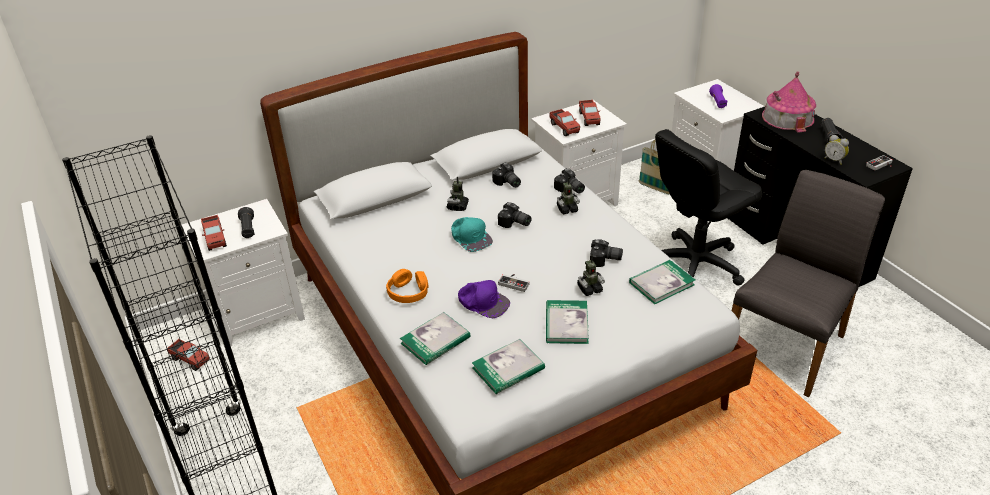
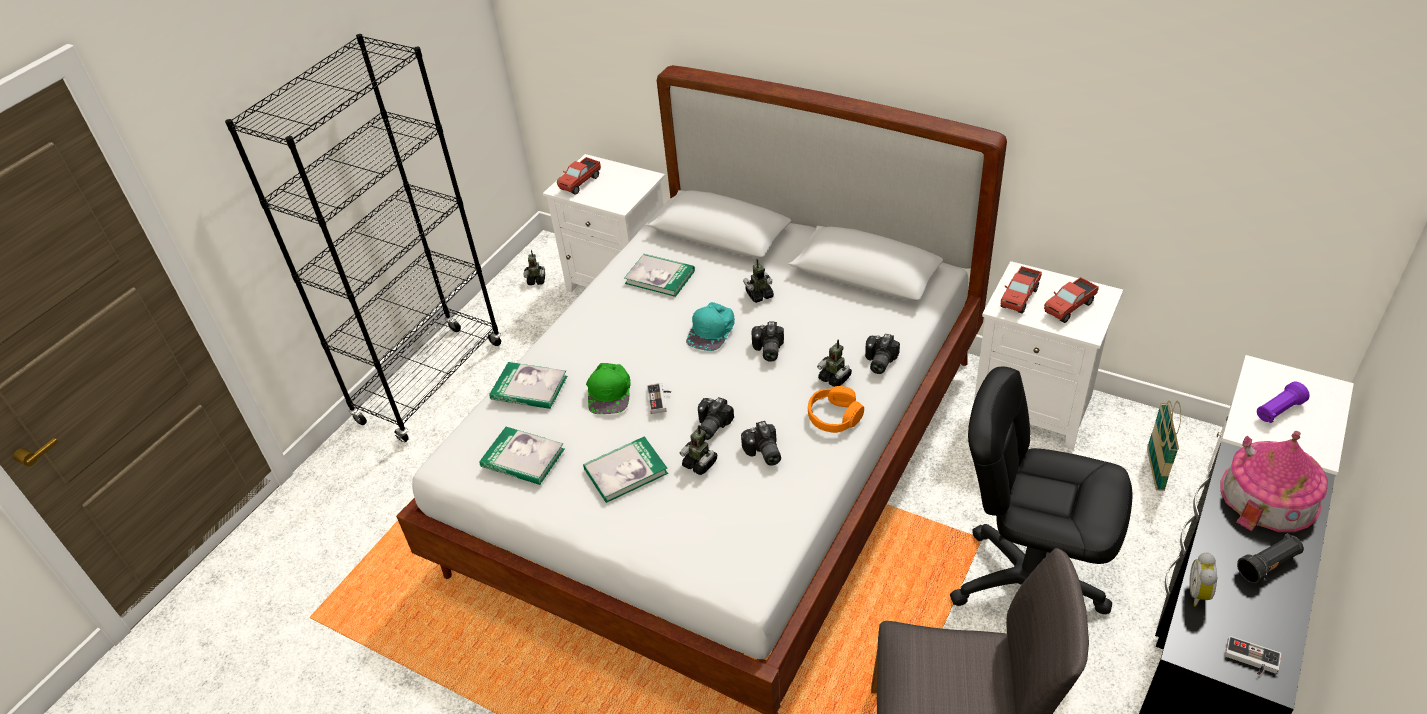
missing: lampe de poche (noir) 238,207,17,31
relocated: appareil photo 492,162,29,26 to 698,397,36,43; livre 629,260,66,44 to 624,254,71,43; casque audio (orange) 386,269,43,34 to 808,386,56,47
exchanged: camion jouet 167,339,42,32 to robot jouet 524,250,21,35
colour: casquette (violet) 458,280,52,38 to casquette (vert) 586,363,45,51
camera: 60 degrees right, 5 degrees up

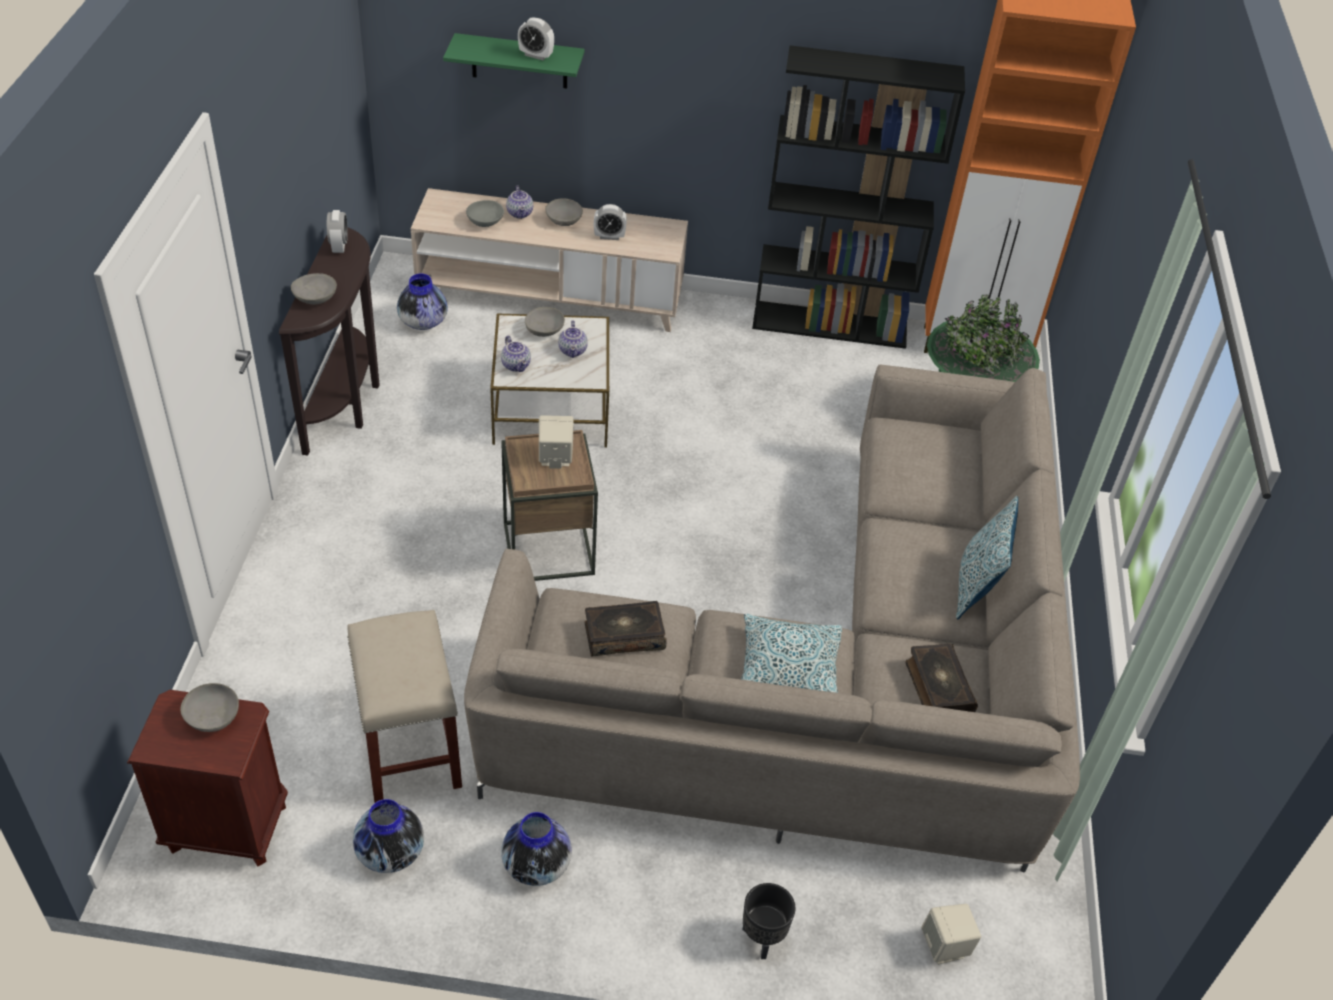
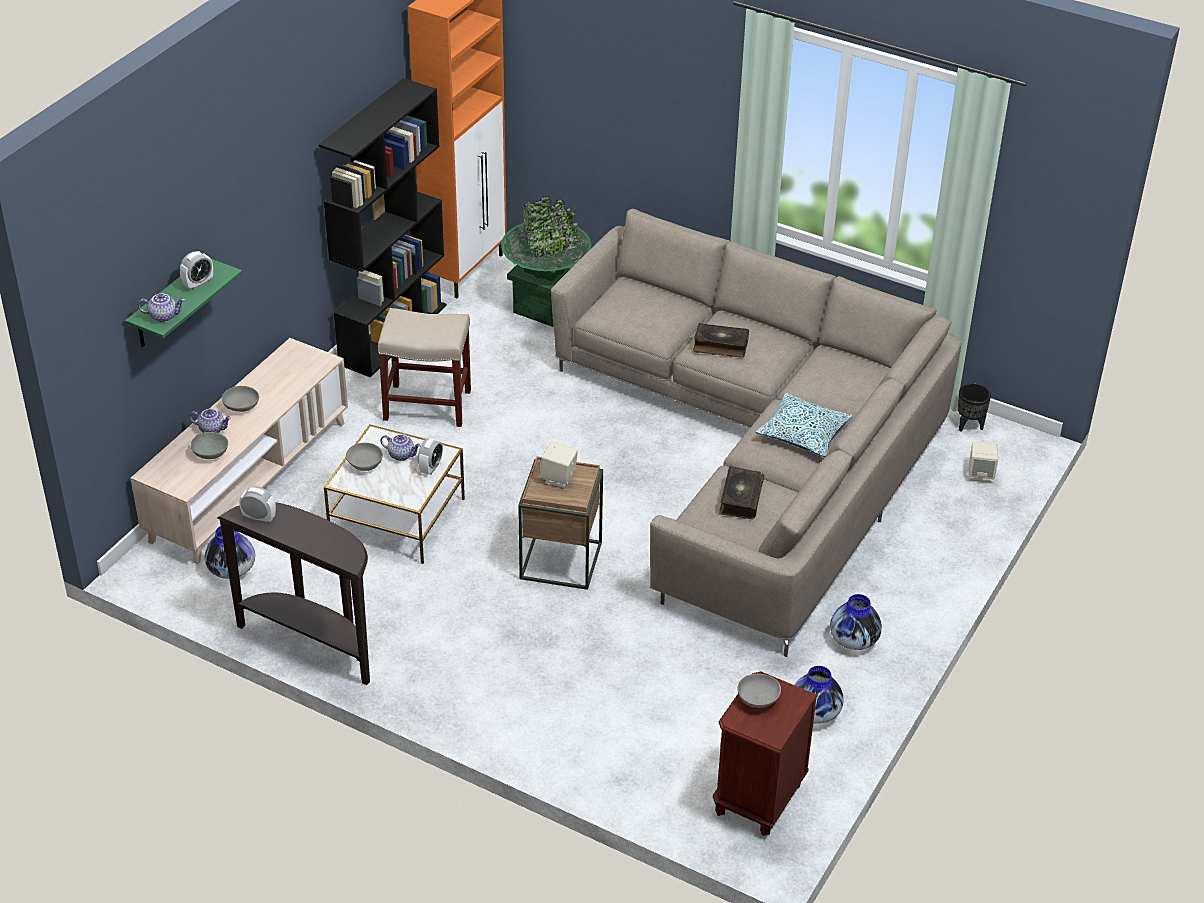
missing: bol (gris) 291,273,46,31; coussin 956,496,62,123
relocated: réveil 594,204,33,36 to 418,438,25,37; théière 501,336,30,36 to 138,293,47,29; tabouret (beige) 347,610,115,193 to 378,308,93,119; livre 905,644,73,68 to 693,323,56,35; cache-pot (noir) 743,883,52,76 to 957,383,34,49
camera: 65 degrees left, 5 degrees down

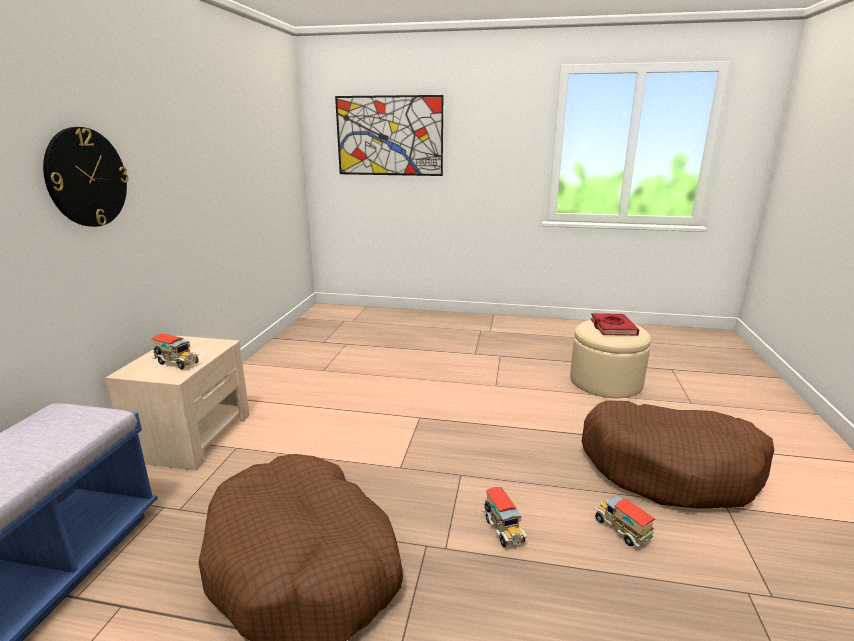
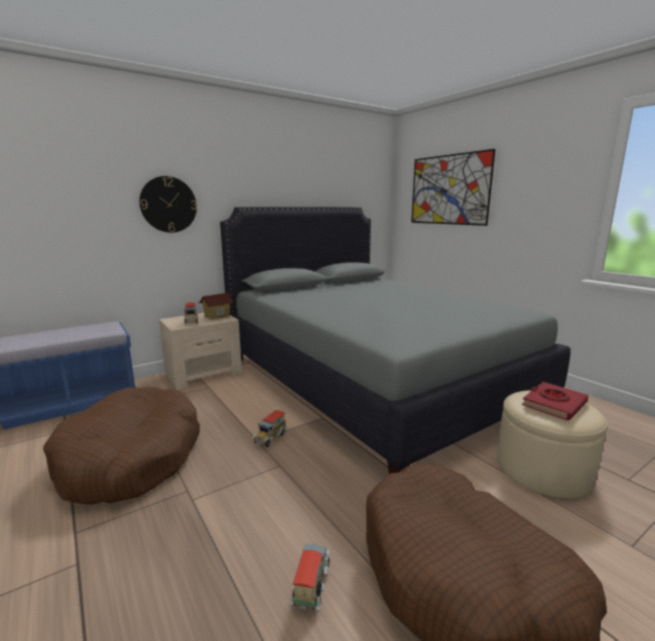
appeared: lit (gris) 220,207,350,267; maison miniature 198,293,36,26
relocated: camion jouet 482,487,45,61 to 252,410,35,37
camera: 45 degrees right, 5 degrees down

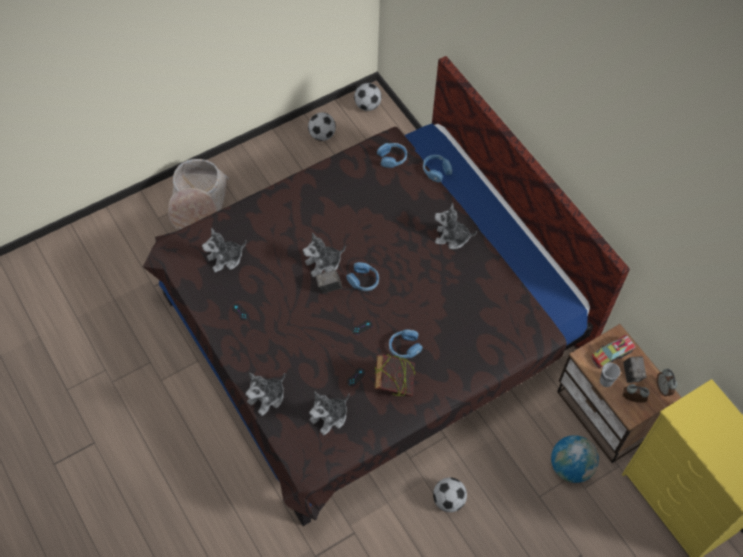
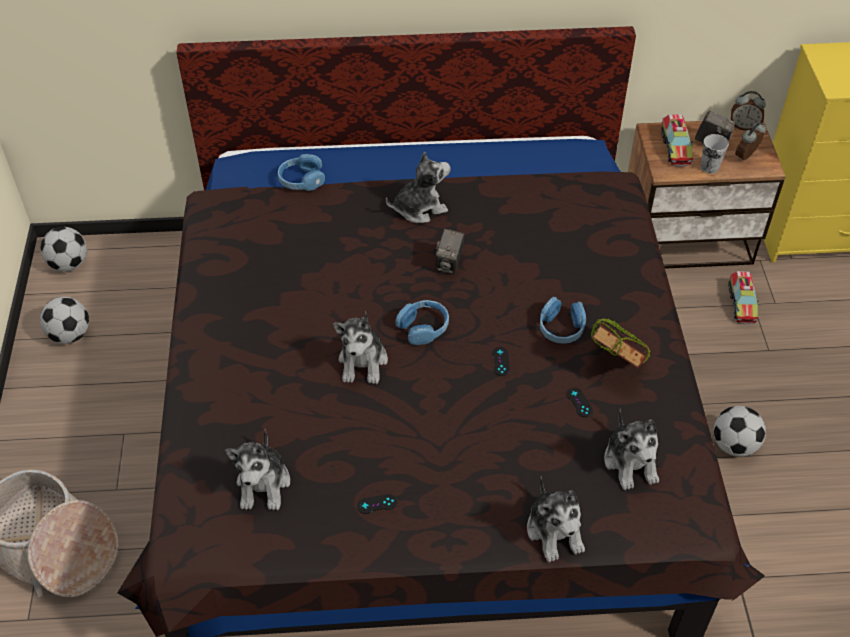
missing: casque audio (bleu) 377,143,30,25
relocated: appareil photo 316,270,26,24 to 435,229,29,45
exchanged: globe 551,435,48,48 to camion jouet 728,271,31,54
spun: peluche 435,203,42,46 = 386,152,64,71 150 degrees counterclockwise
camera: 60 degrees left, 10 degrees down

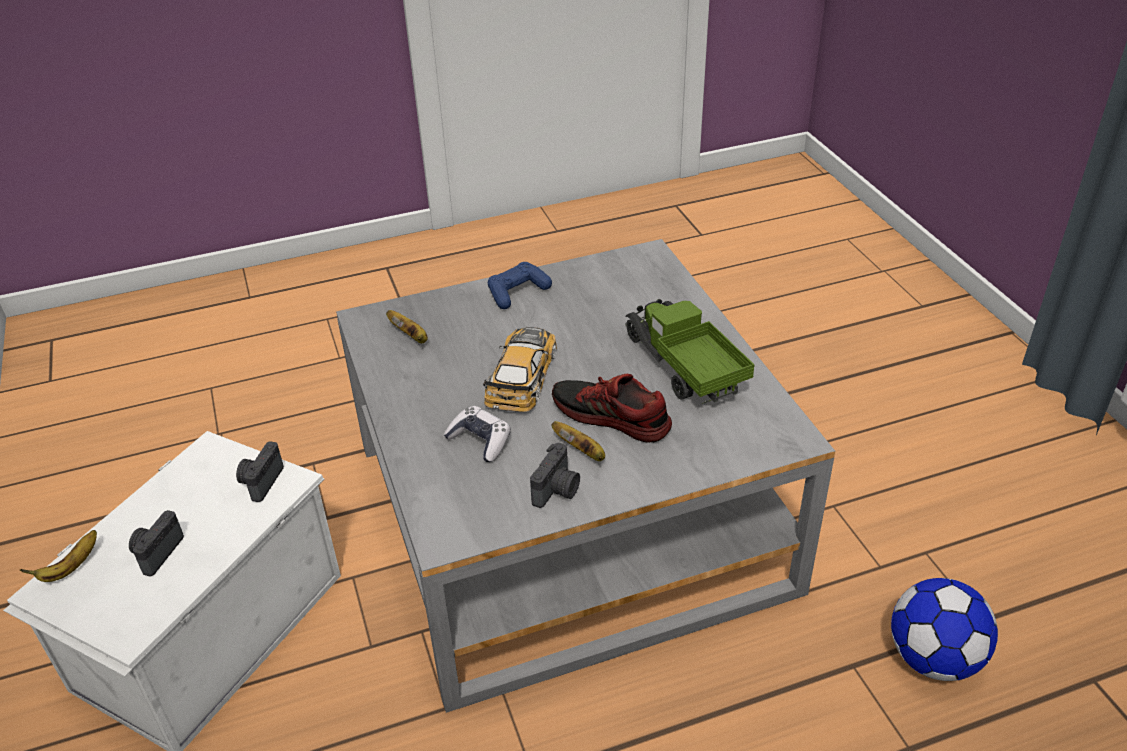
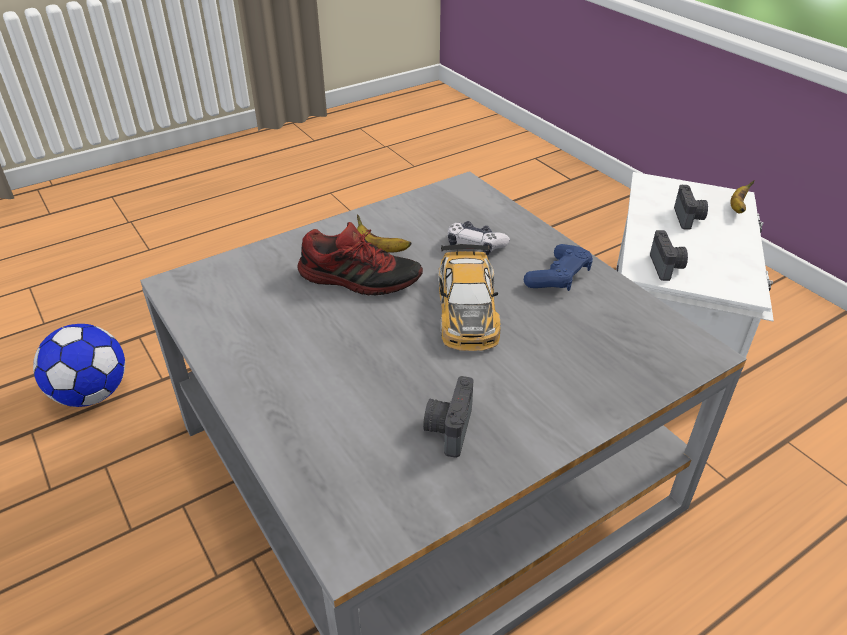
missing: camion jouet 625,299,130,105; banane 386,310,42,33
relocated: manette (bleu) 488,262,64,47 to 524,244,69,47; appareil photo 530,443,50,65 to 423,376,51,82
camera: 165 degrees right, 0 degrees up

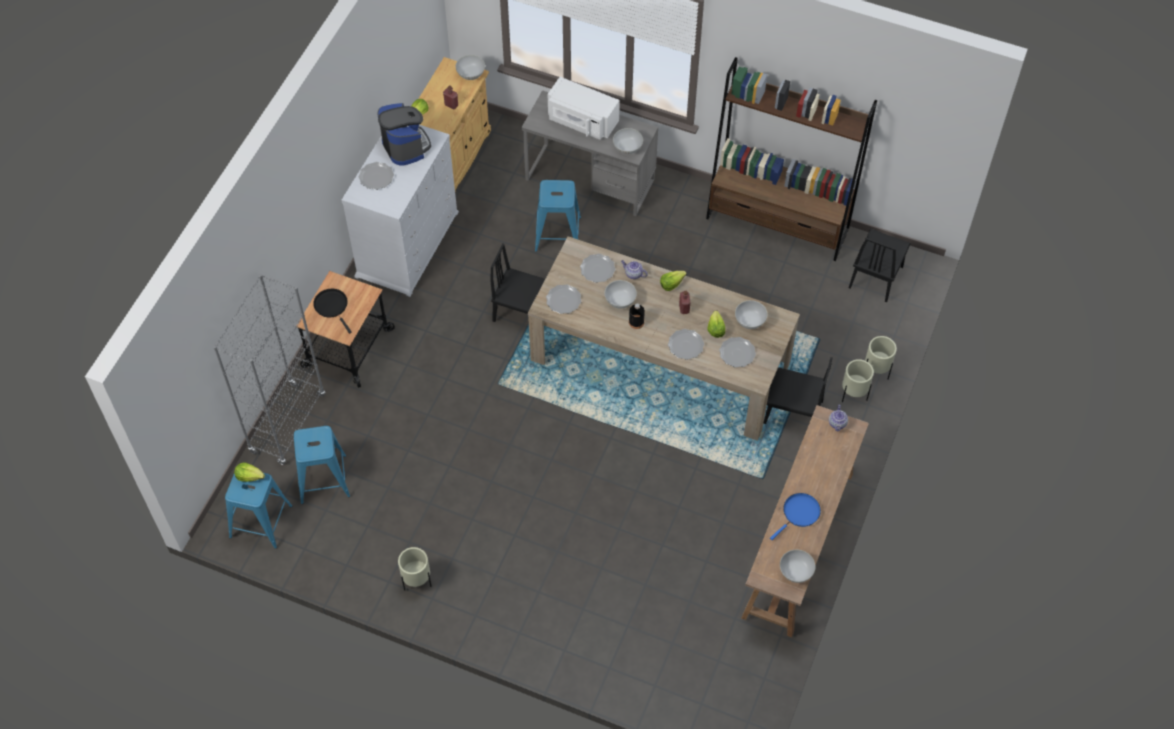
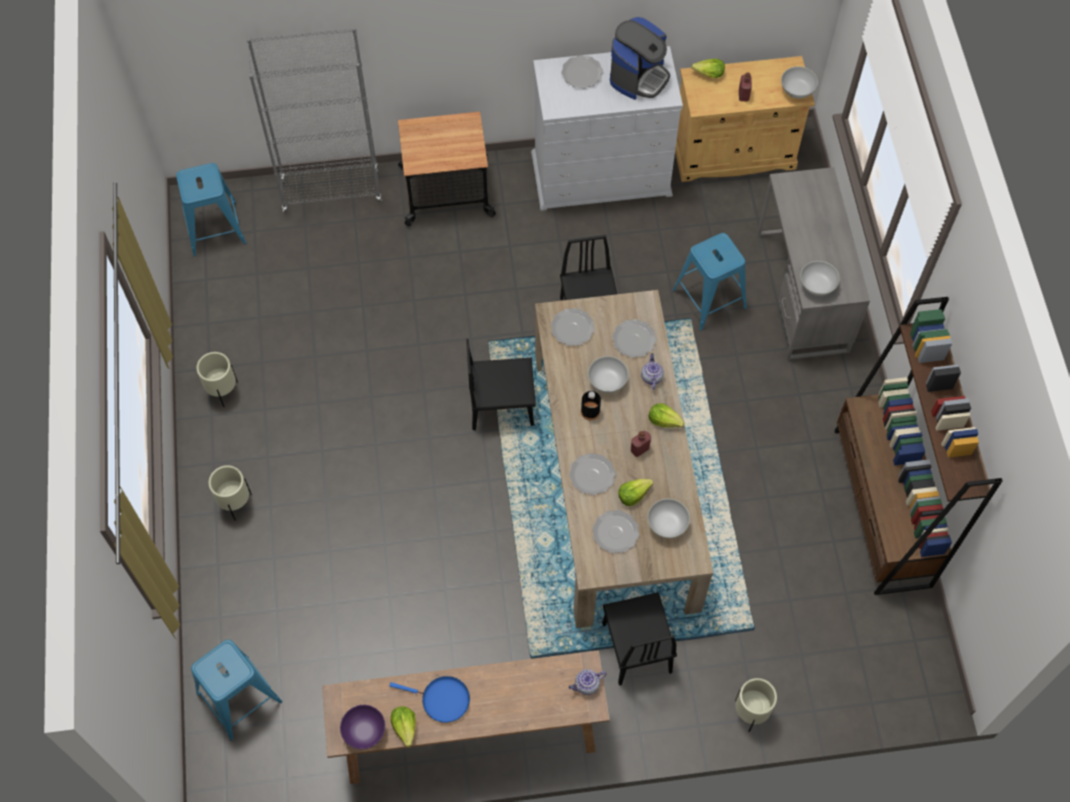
missing: micro-ondes (blanc) 548,77,72,63; poêle (noir) 313,289,39,45
relocated: chaise (noir) 849,229,62,74 to 466,339,70,91; cache-pot (beige) 842,359,32,43 to 209,465,43,56; tabouret (bleu) 294,426,56,78 to 191,640,91,101; laitue 234,462,31,20 to 391,706,25,41
colour: bol (blanc) 780,549,35,34 to bol (violet) 340,705,45,44
camera: 60 degrees right, 5 degrees up

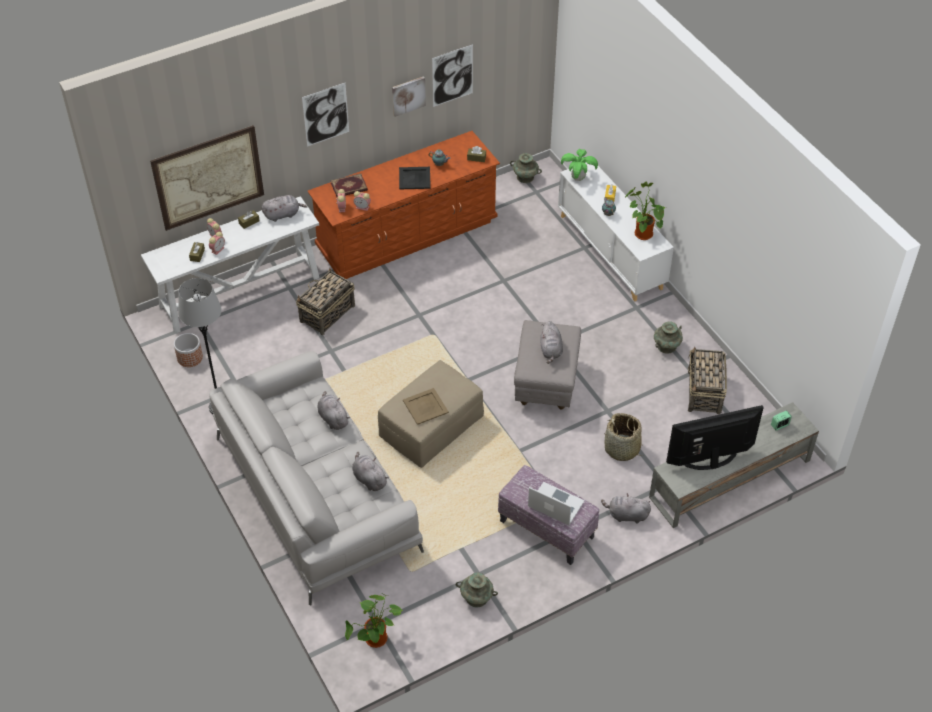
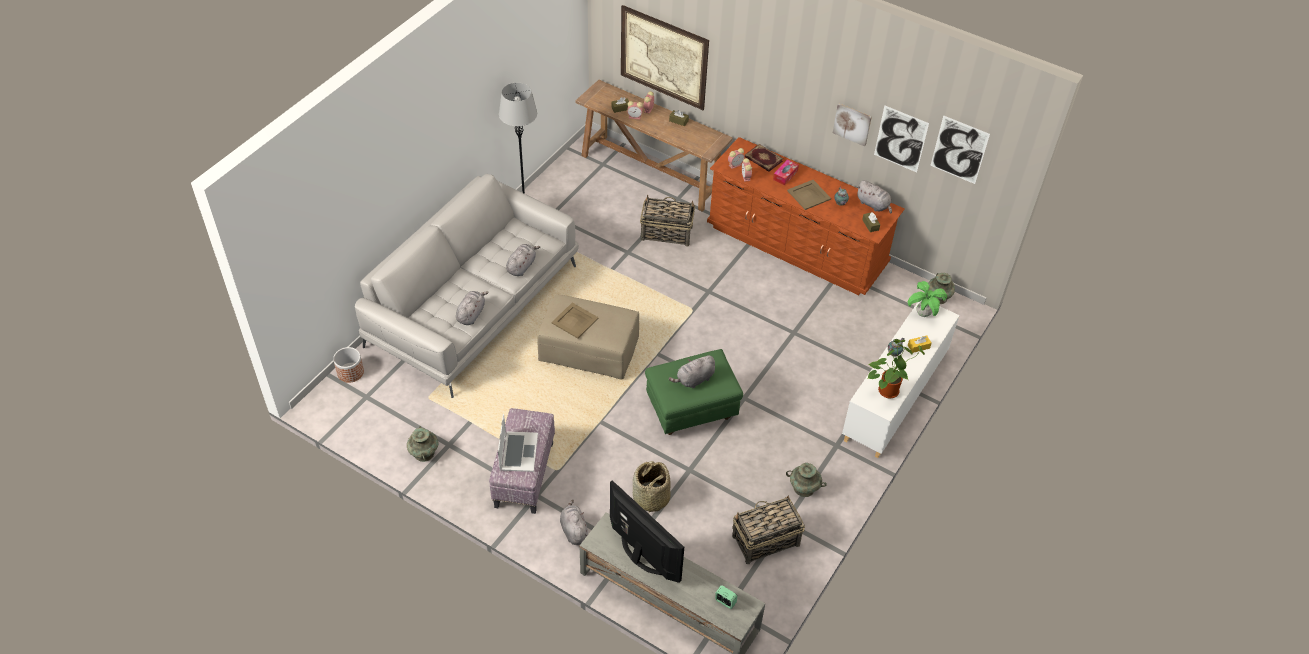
missing: plante en pot 345,595,58,53
appeared: boîte à mouchoirs 773,160,26,25
relocated: tableau 302,83,47,64 to 930,115,60,69; peluche (gris) 262,195,45,27 to 857,180,35,33; cache-pot 174,333,29,34 to 333,347,31,36
colour: plateau (noir) 399,167,32,23 to plateau (beige) 787,180,44,30; table console (blanc) 141,196,178,138 to table console (marron) 576,79,157,133; pouf (gris) 514,320,67,90 to pouf (vert) 645,349,98,86
camera: 60 degrees right, 0 degrees up

